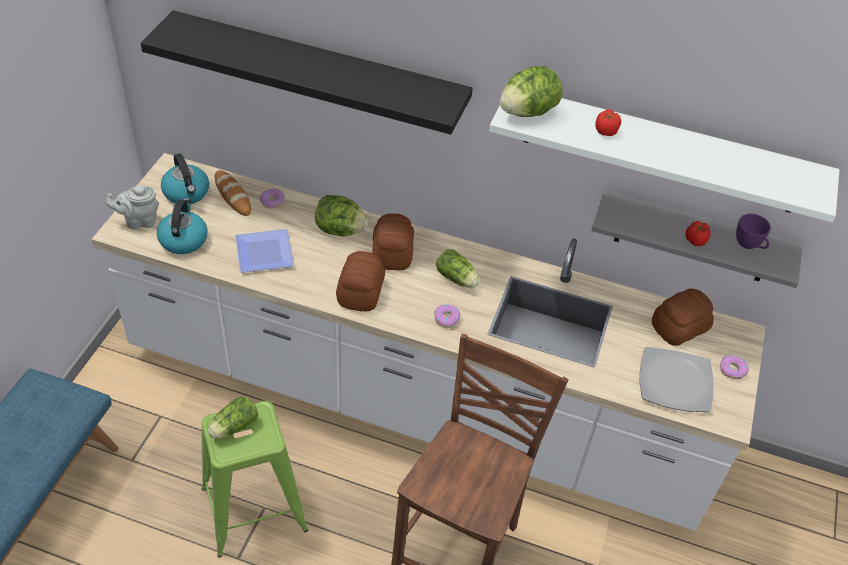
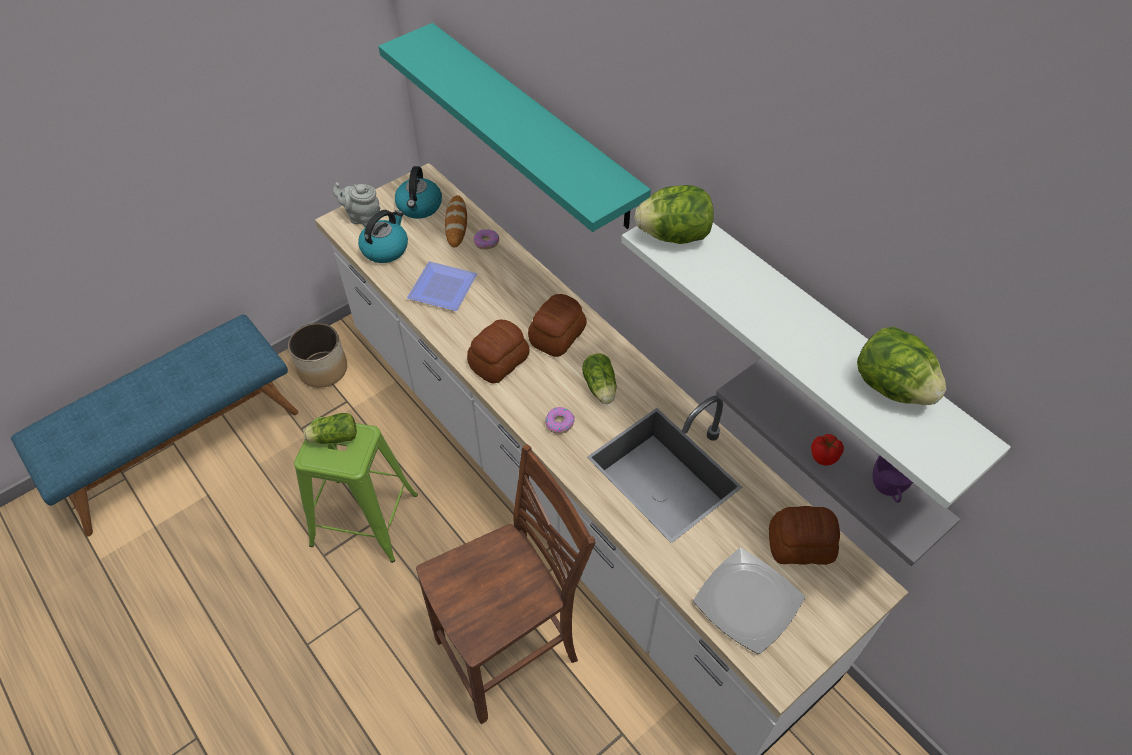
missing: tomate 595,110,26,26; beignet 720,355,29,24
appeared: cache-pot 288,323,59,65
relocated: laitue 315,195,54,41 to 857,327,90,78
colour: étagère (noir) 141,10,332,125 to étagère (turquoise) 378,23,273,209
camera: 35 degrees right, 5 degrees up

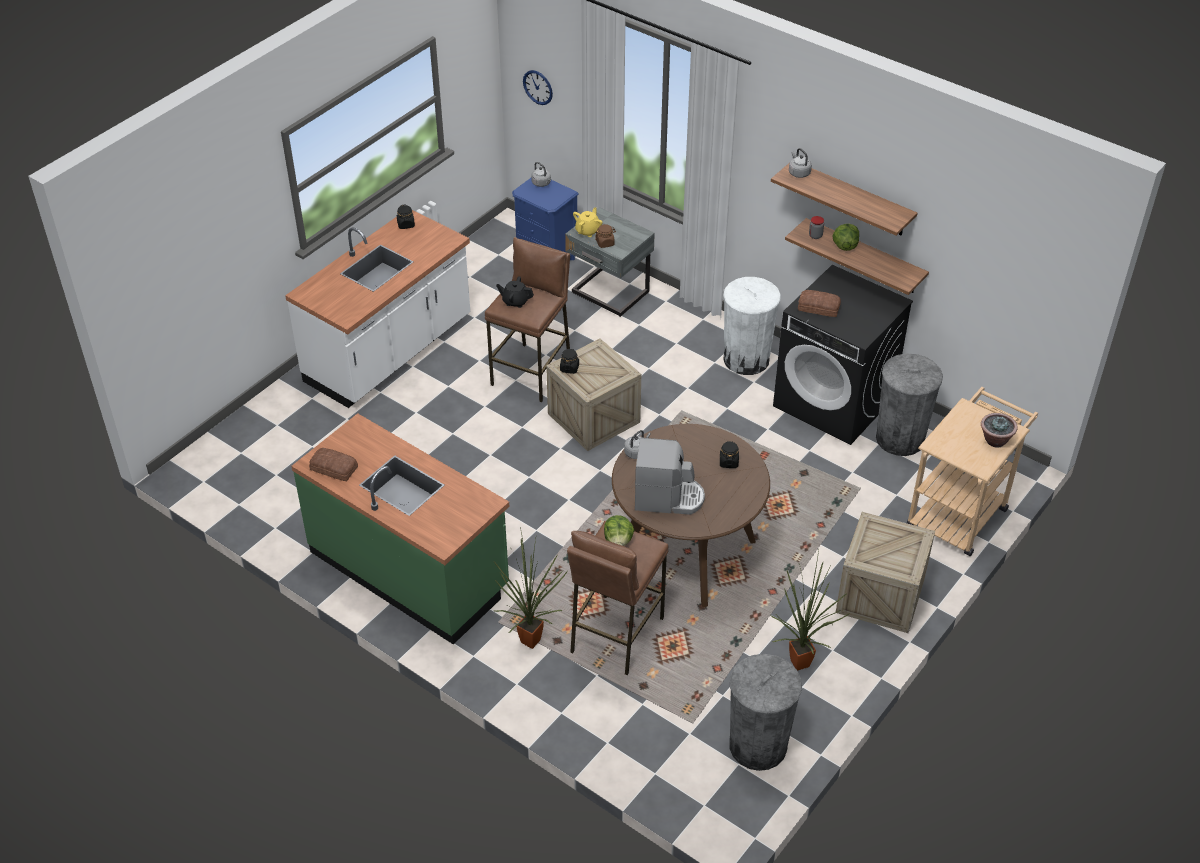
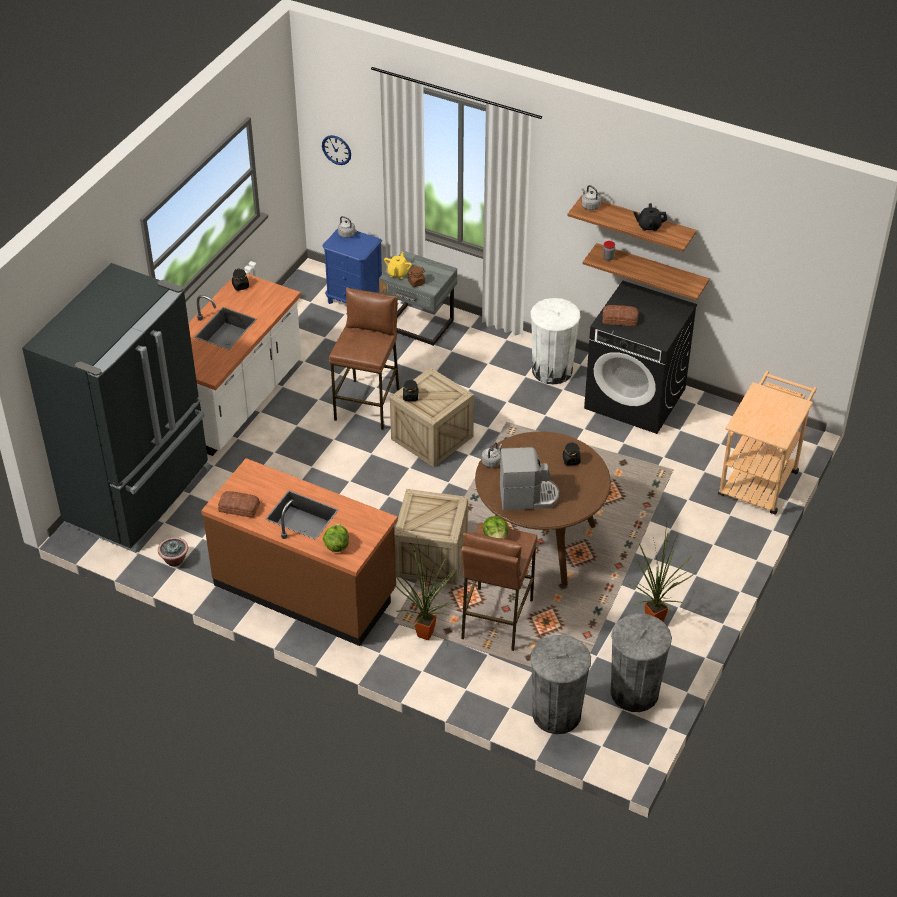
appeared: réfrigérateur (noir) 22,263,188,290
relocated: laitue 832,224,27,27 to 323,524,26,28; théière (noir) 496,276,38,32 to 633,203,34,28; poubelle (gris) 876,354,67,102 to 530,635,61,99; plante en pot 981,413,37,34 to 158,537,30,30; caisse 836,512,99,121 to 394,489,74,96
colour: comptoir de cuisine (vert) 291,413,219,232 to comptoir de cuisine (marron) 201,458,197,188
camera: 10 degrees left, 0 degrees up

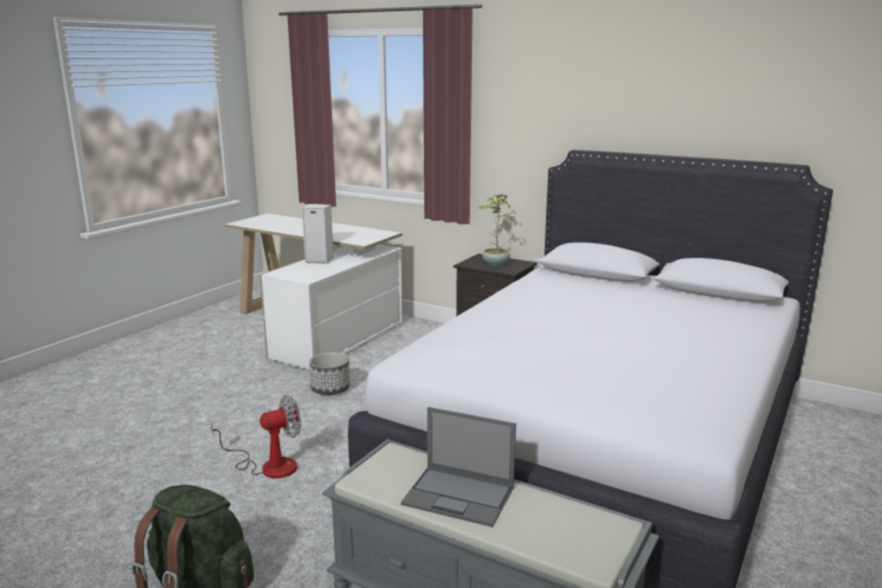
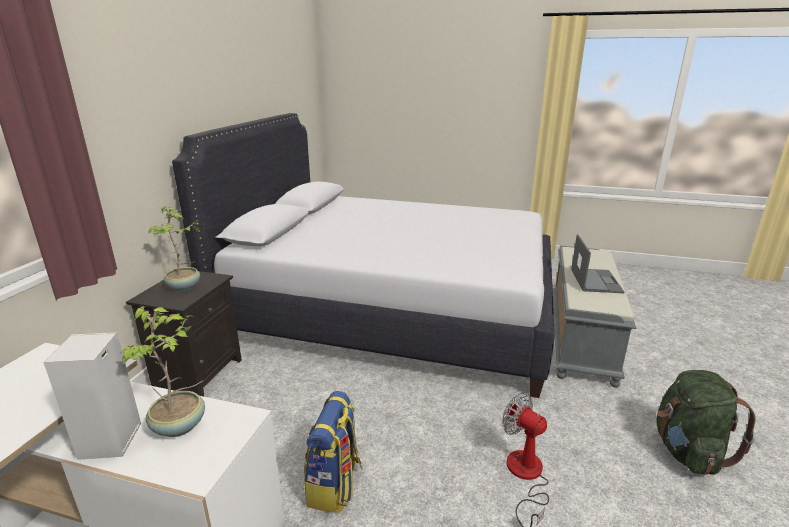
appeared: plante en pot 122,306,83,131
exchanged: cache-pot 309,352,41,43 to sac à dos 304,391,58,122
camera: 105 degrees left, 5 degrees up

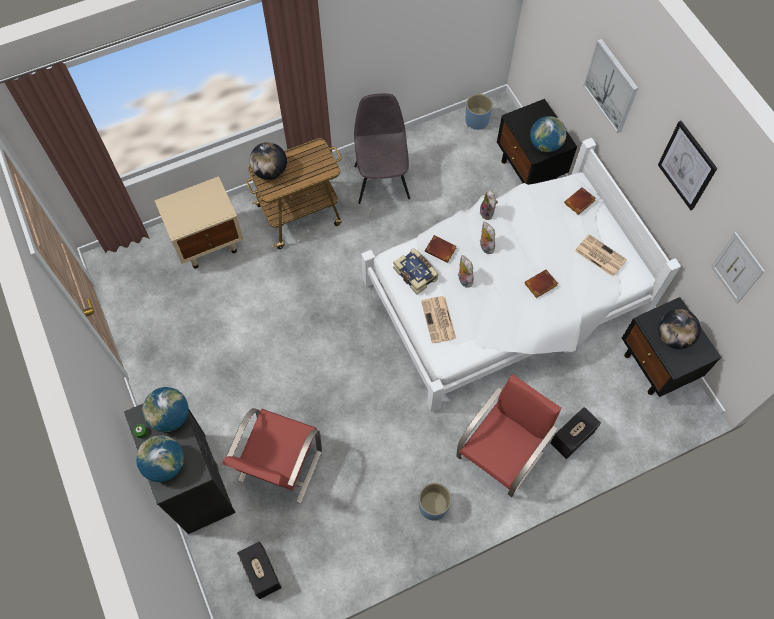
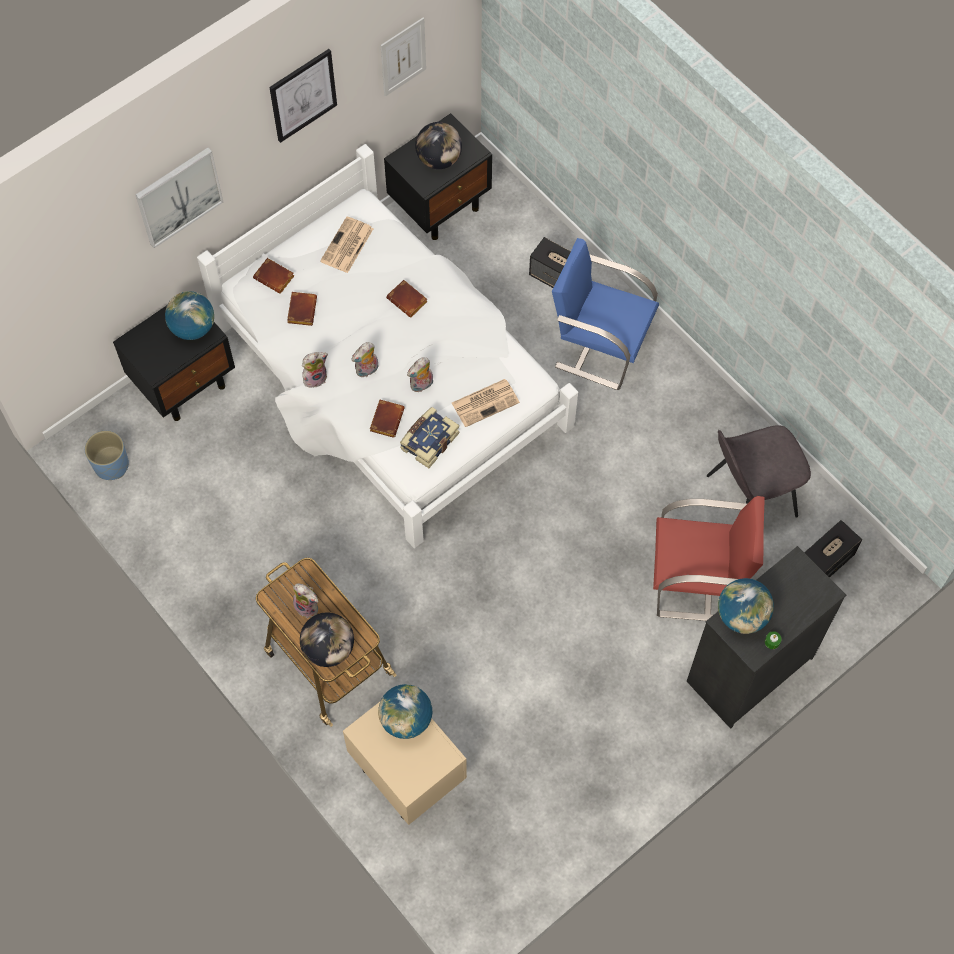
missing: cache-pot (bleu) 419,483,32,37
appeared: livre (marron) 287,292,30,34; peluche 293,583,25,35
relocated: chaise (gris) 354,93,56,111 to 707,426,104,92; globe 136,435,48,47 to 378,684,54,55
colour: chaise (rouge) 456,374,106,123 to chaise (bleu) 552,238,107,152
camera: 105 degrees left, 0 degrees up

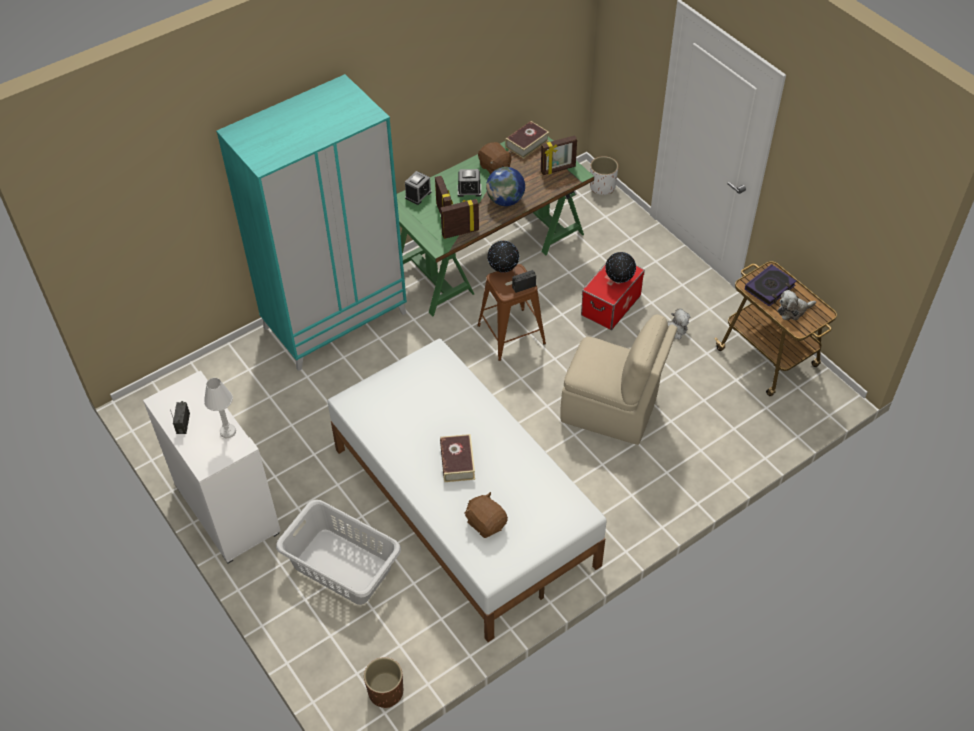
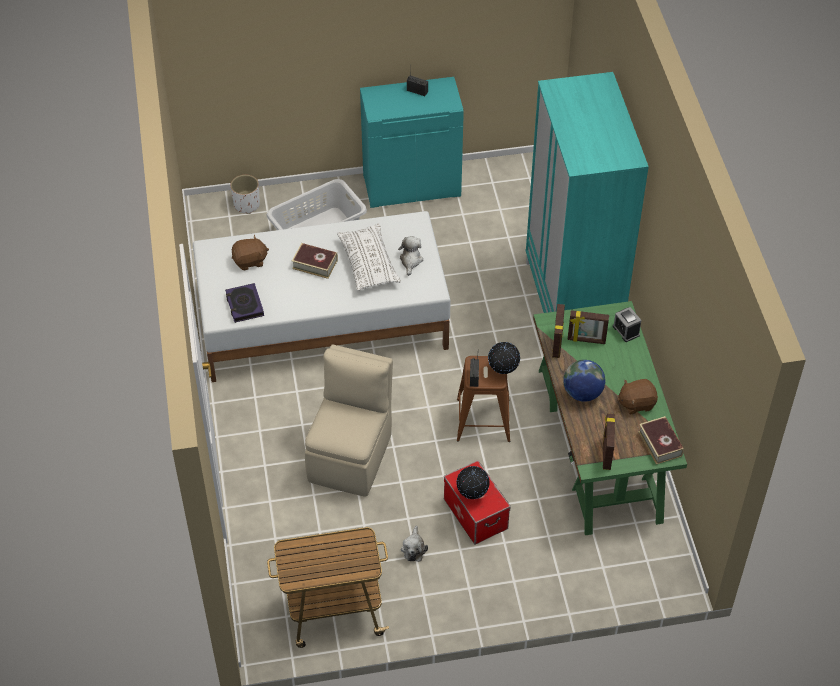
missing: réveil 458,169,23,28; lampe de table (blanc) 204,378,32,60; cache-pot (marron) 364,657,39,51
appeared: coussin (blanc) 337,223,64,68
relocated: cache-pot (blanc) 590,156,28,39 to 230,175,30,39; livre 745,264,51,42 to 225,283,39,40; peluche 778,290,38,30 to 398,236,25,40
colour: meuble de rangement (blanc) 143,371,138,193 to meuble de rangement (turquoise) 360,77,104,131
spun: chaise (beige) 560,314,117,131 = 305,344,88,153 150 degrees clockwise
camera: 115 degrees right, 0 degrees up

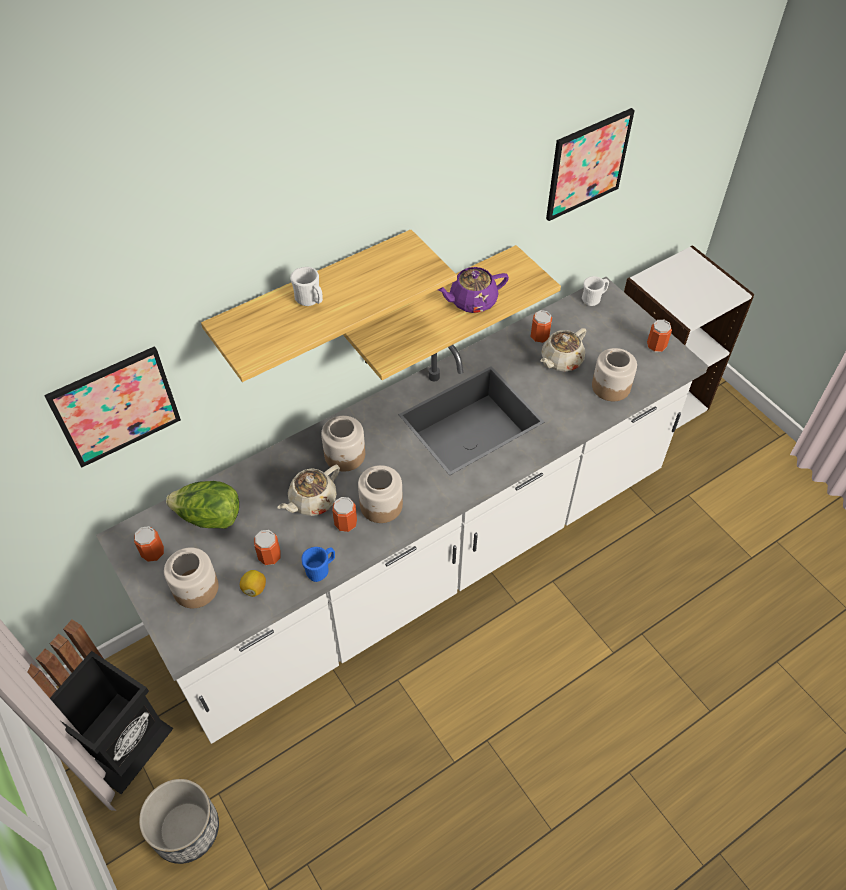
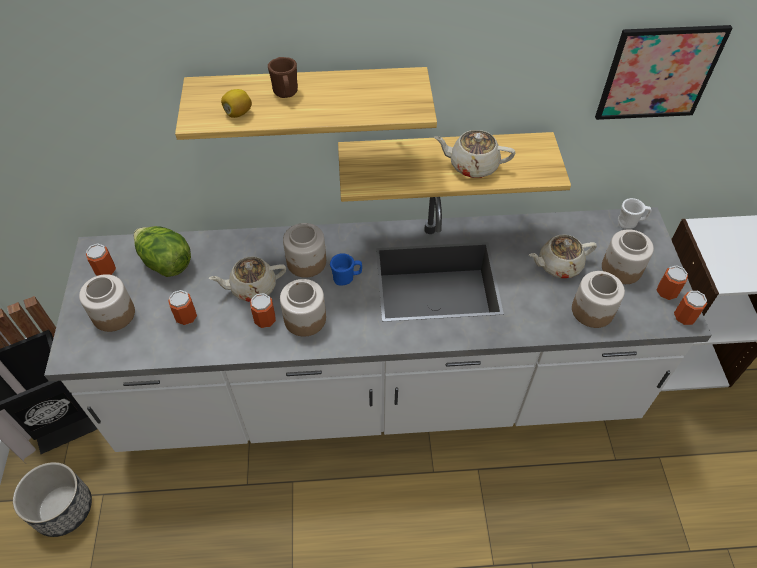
missing: tableau 44,346,137,122
appeared: bocal 602,229,52,55
relocated: boîte métallique 530,310,22,33 to 674,291,33,34; mug (bleu) 302,547,33,35 to 330,253,32,33; citron 240,570,26,27 to 221,89,31,29
colour: mug (blanc) 290,267,33,39 to mug (marron) 268,57,30,41; théière (violet) 438,267,71,46 to théière (beige) 434,130,82,48
camera: 30 degrees right, 0 degrees up

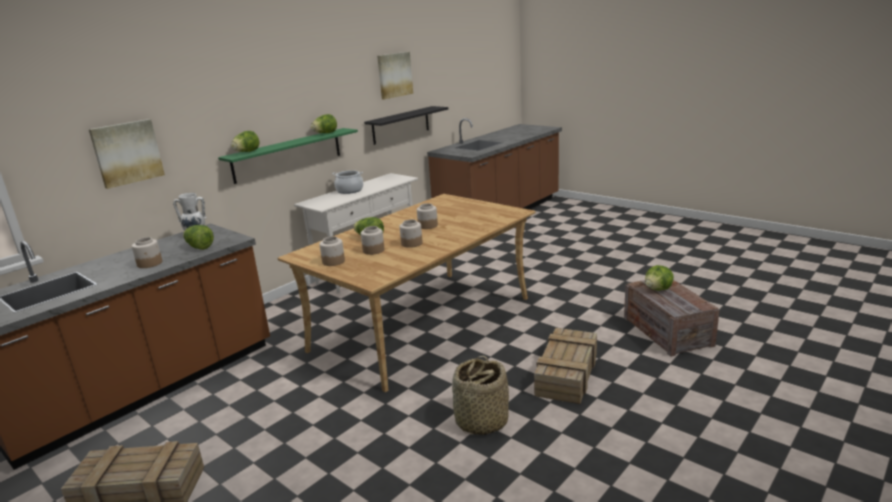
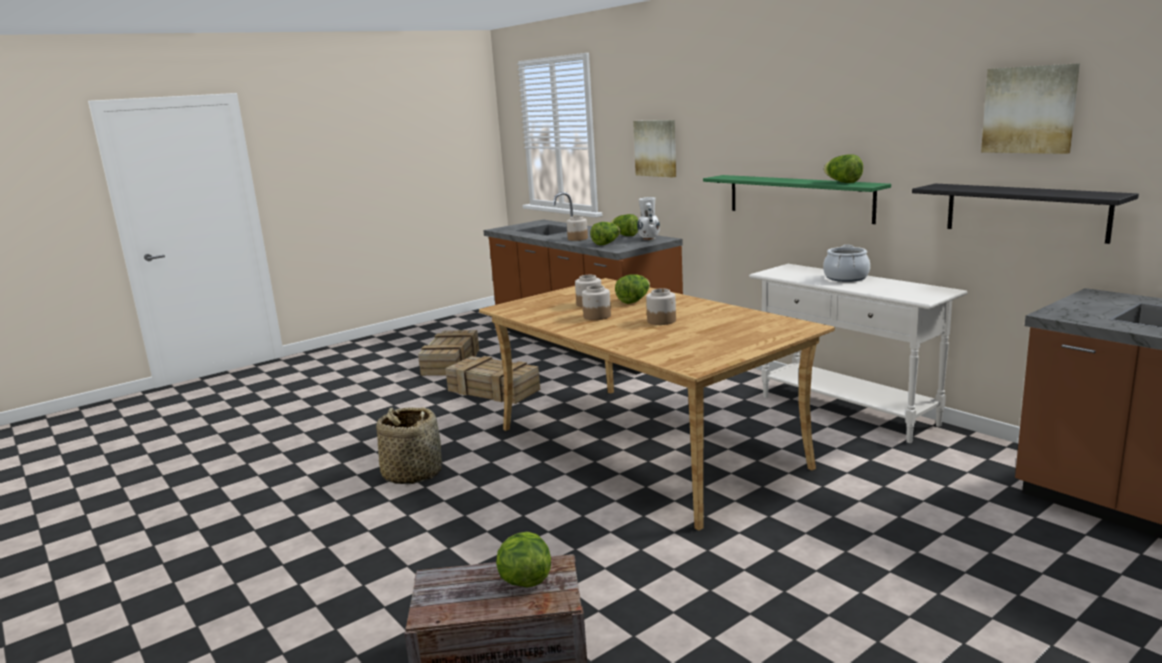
missing: bocal 319,236,26,30
relocated: laitue 231,131,28,21 to 610,214,28,22; caisse 534,328,63,76 to 445,356,95,48
camera: 100 degrees right, 5 degrees down

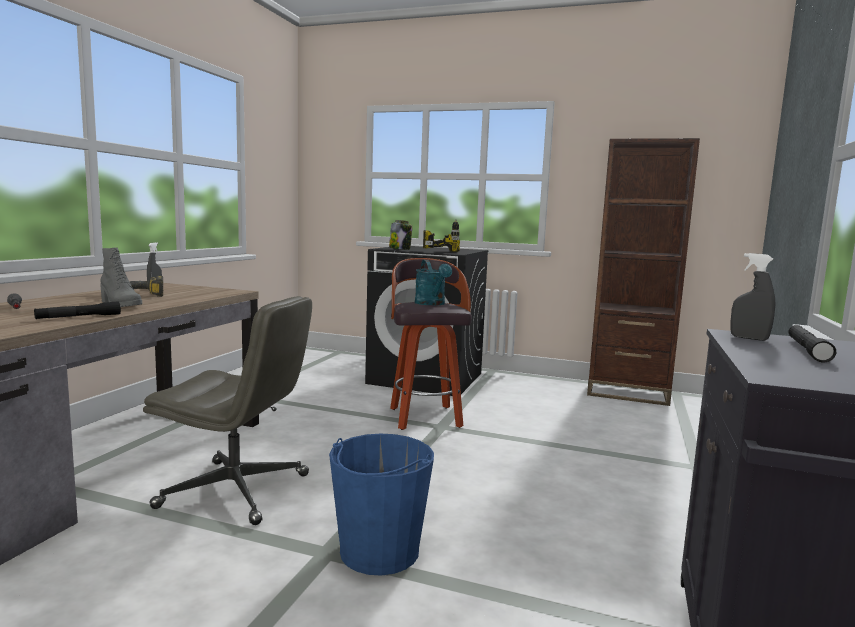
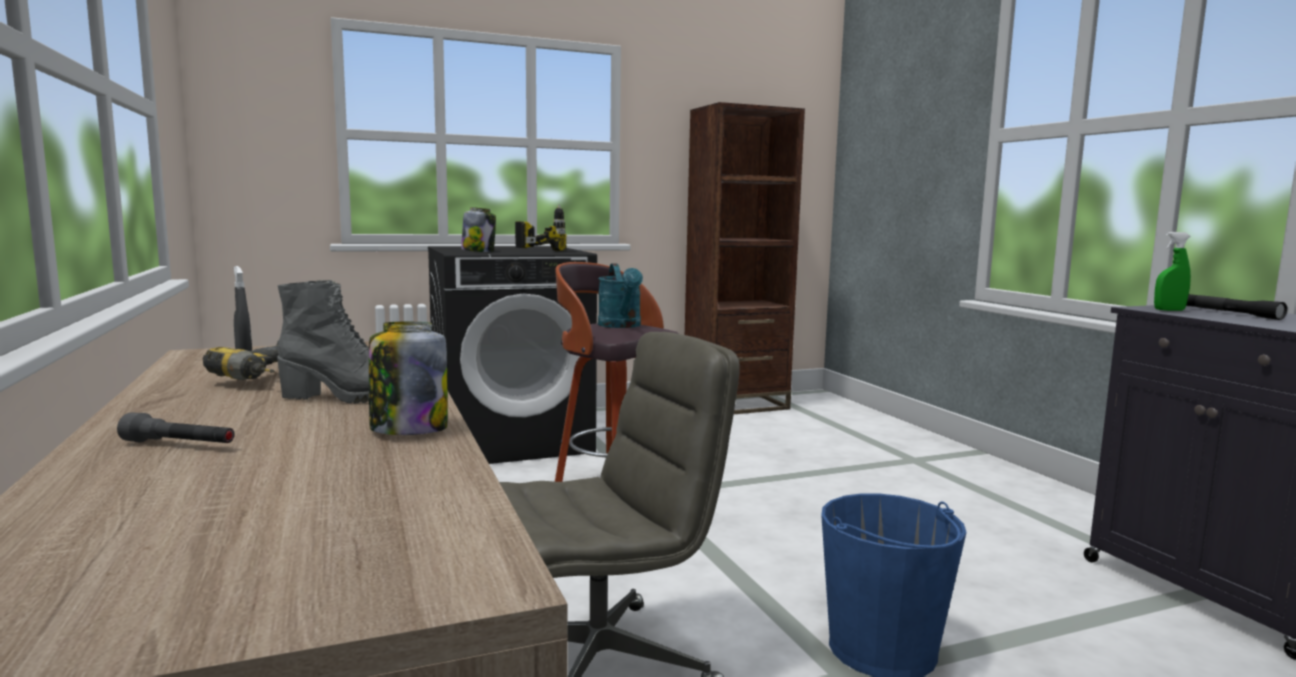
exchanged: lampe de poche (noir) 34,301,87,18 to bocal 369,322,79,113
colour: vaporisateur (gris) 730,253,45,88 to vaporisateur (vert) 1154,232,37,79
spun: arrosoir (turquoise) 415,260,37,46 = 598,263,45,65 45 degrees clockwise
camera: 40 degrees left, 0 degrees up

